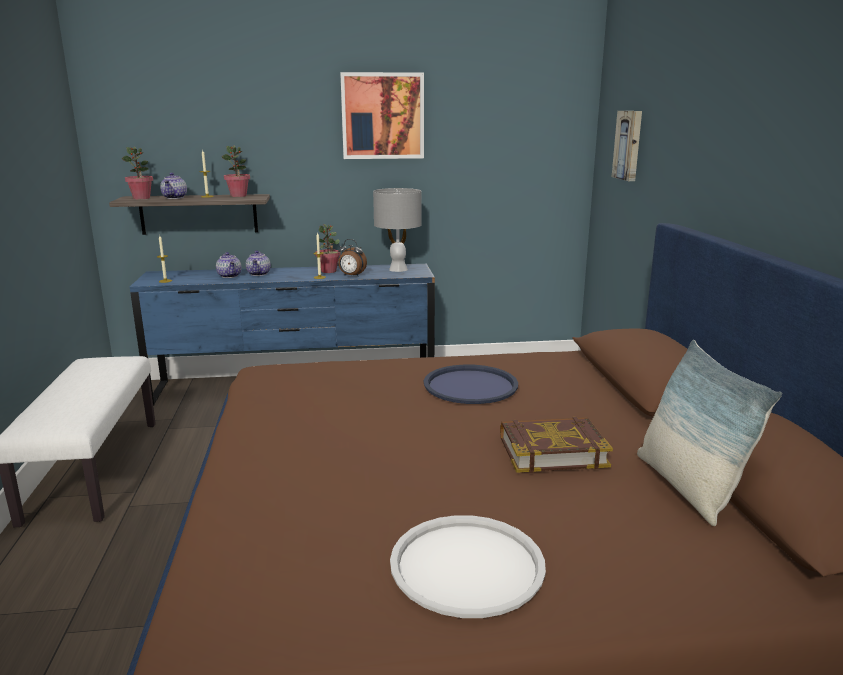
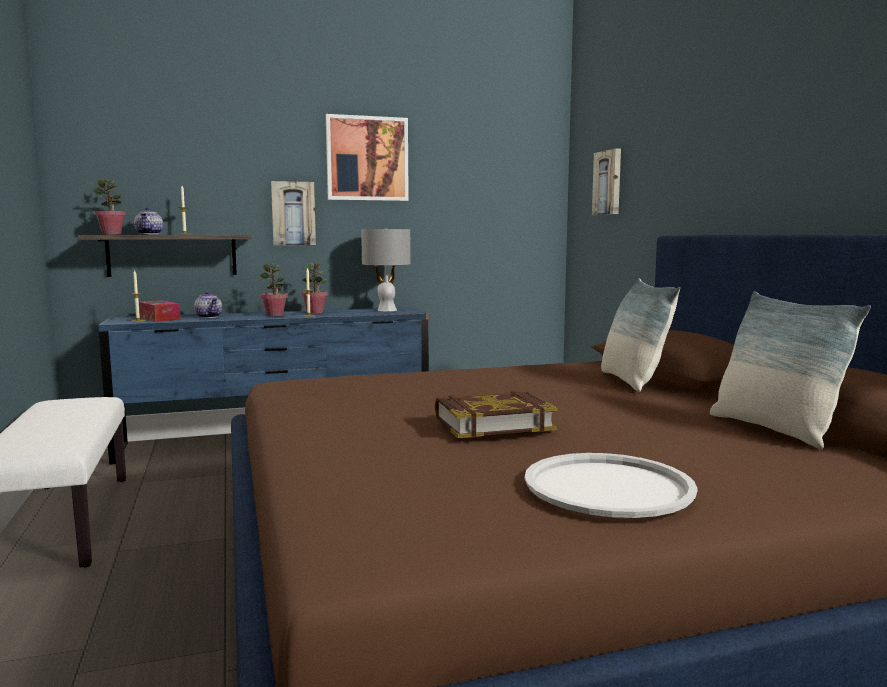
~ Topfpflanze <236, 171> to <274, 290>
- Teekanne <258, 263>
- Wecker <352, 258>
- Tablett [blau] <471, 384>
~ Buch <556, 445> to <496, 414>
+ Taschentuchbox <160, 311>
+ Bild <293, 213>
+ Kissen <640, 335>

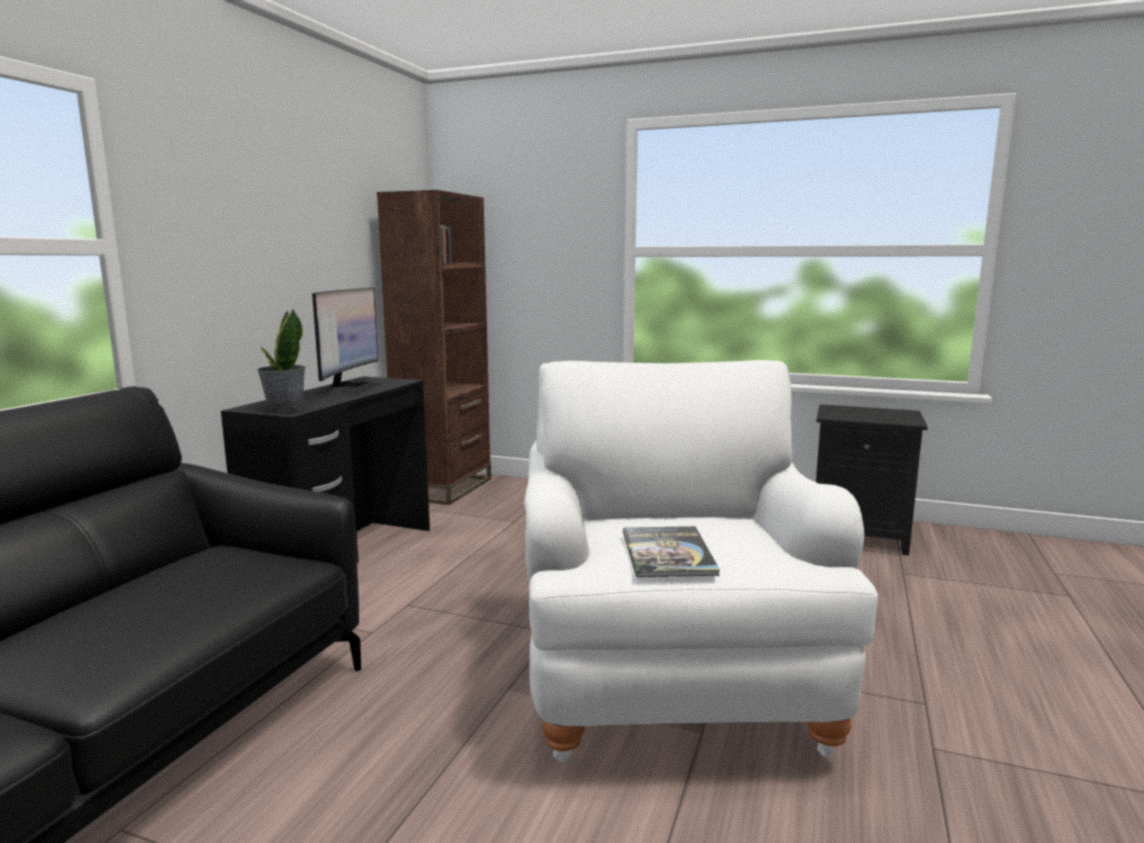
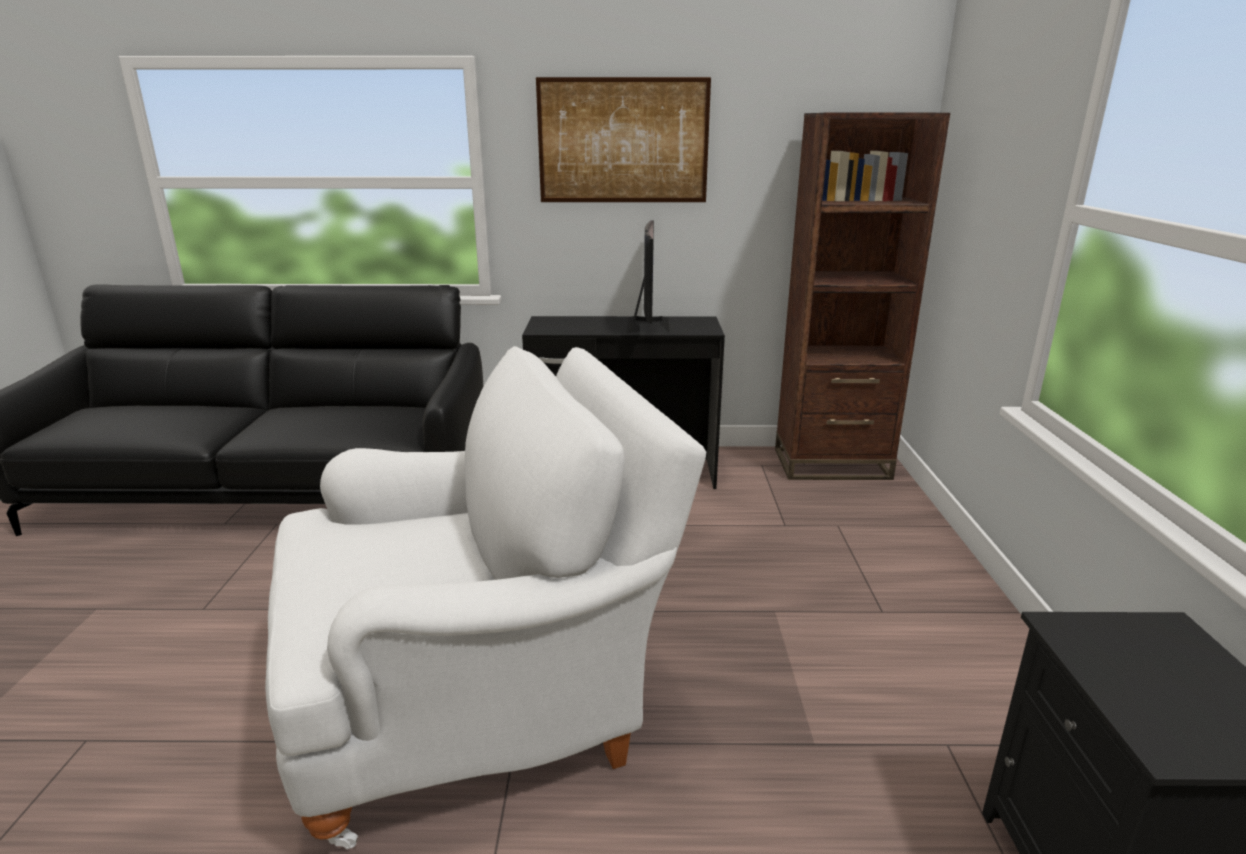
- Topfpflanze <281, 360>
~ Monitor <347, 342> = <648, 277> 75 degrees counterclockwise
- Buch <671, 551>
+ Bild <623, 139>

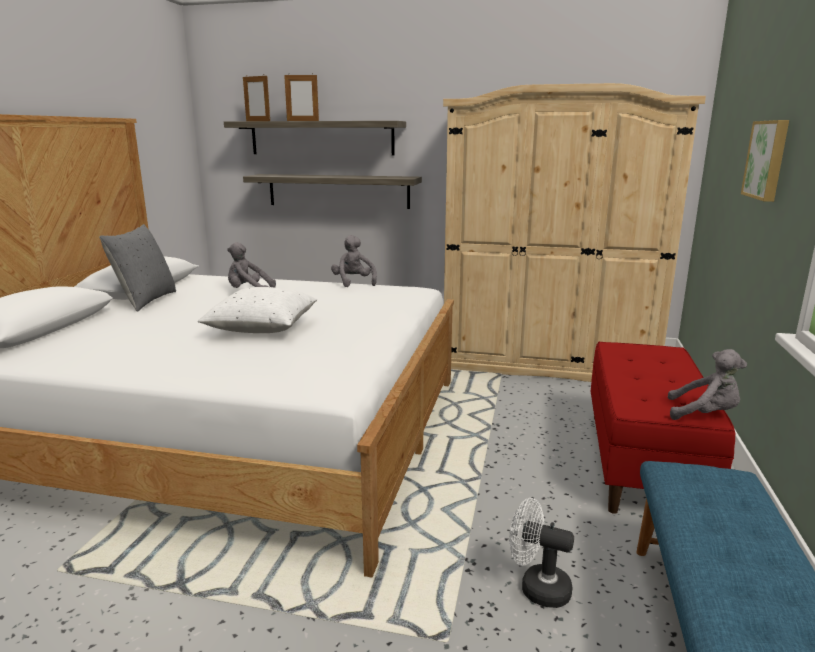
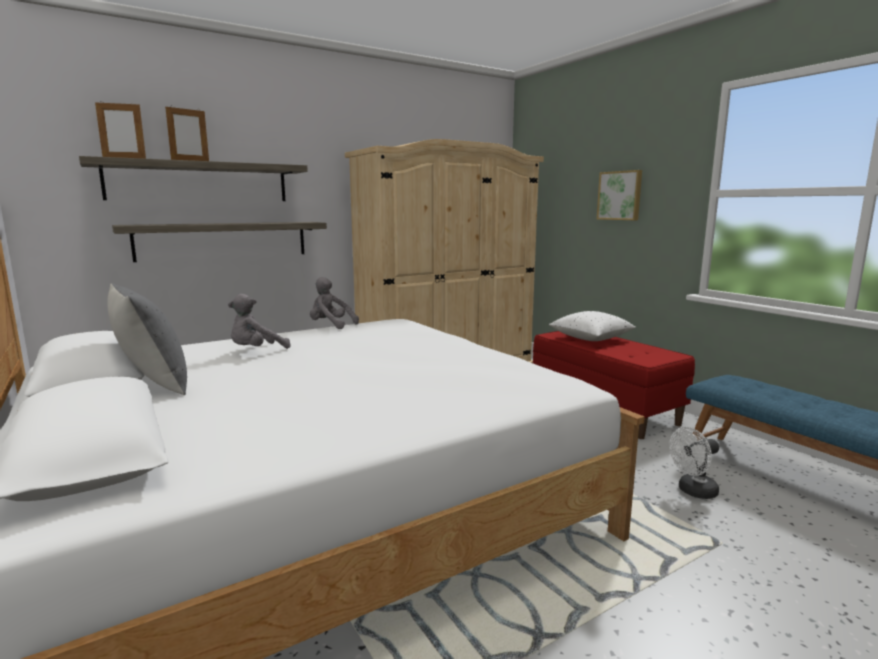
~ Kissen [weiß] <257, 310> to <592, 326>
- Plüschtier [grau] <707, 384>

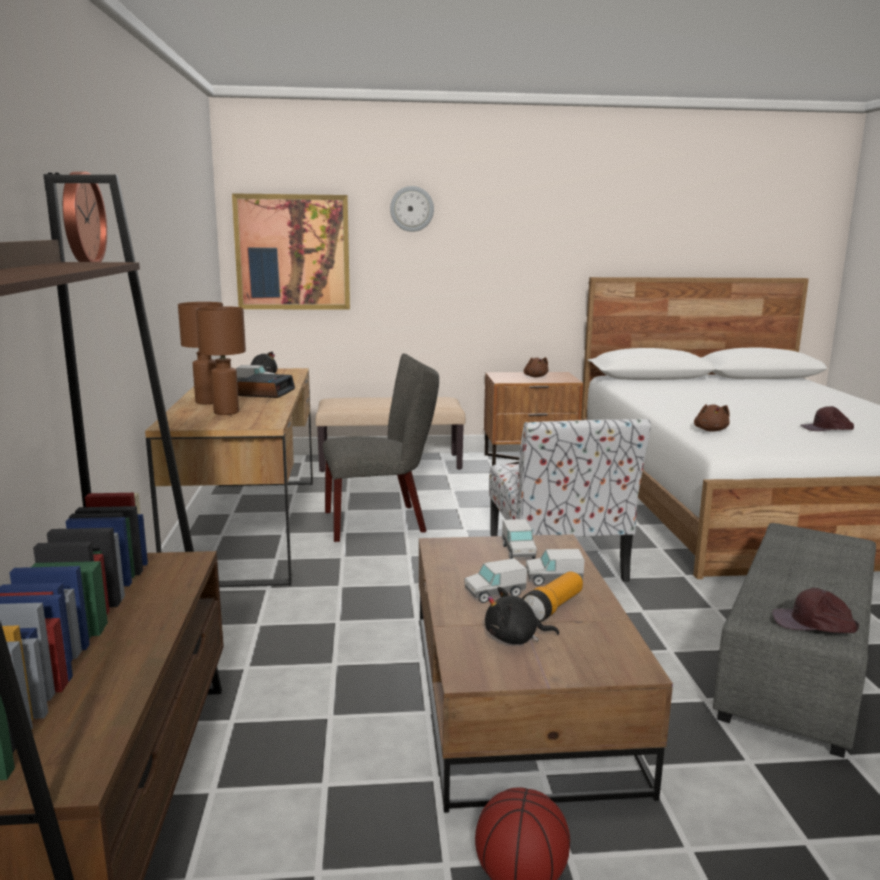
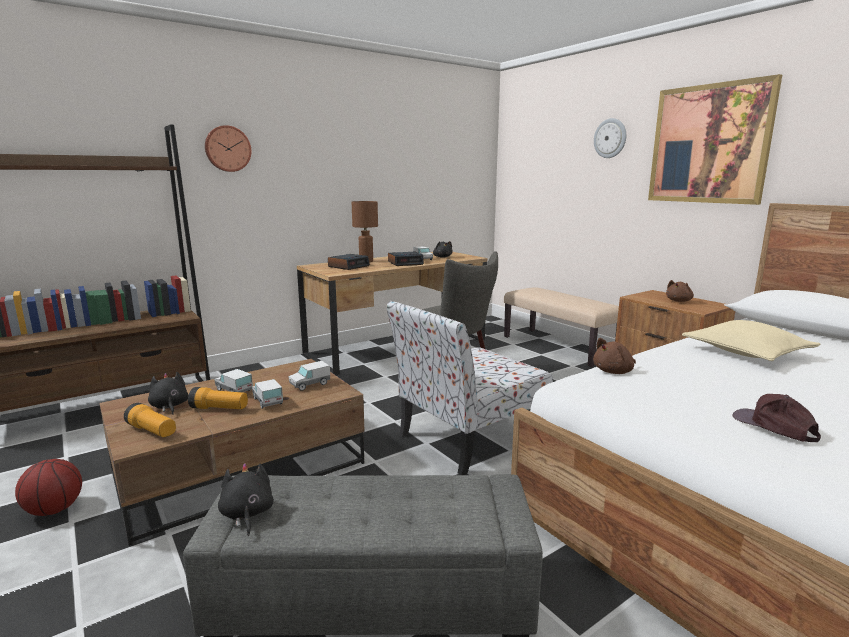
~ Tischlampe [braun] <221, 360> to Wecker <349, 262>
~ Bild <291, 251> to <715, 139>
~ Kappe [braun] <815, 610> to Plüschtier [schwarz] <246, 499>
+ Taschenlampe <150, 420>
+ Kissen [beige] <751, 340>

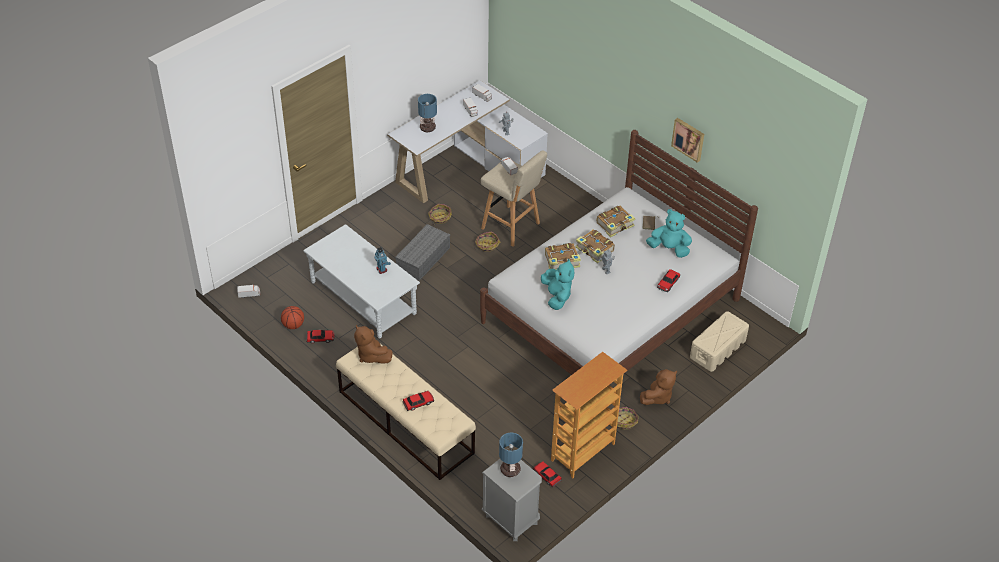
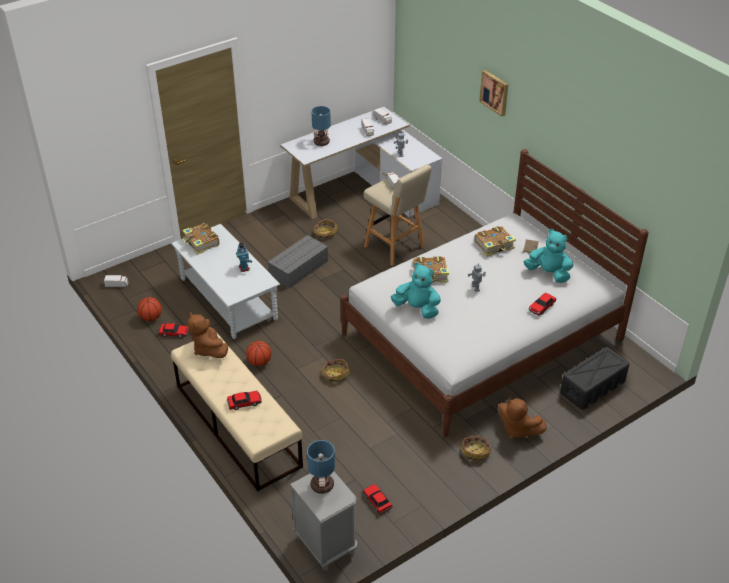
~ Korb <487, 241> to <335, 370>
~ Plüschtier [türkis] <557, 284> = <416, 291> 60 degrees counterclockwise
- Bücherregal <589, 415>
~ Buch <595, 246> to <200, 239>
~ Plüschtier [braun] <658, 387> = <522, 418> 75 degrees clockwise
~ Bild <687, 140> to <493, 93>
~ Aufbewahrungsbox [beige] <719, 341> to Aufbewahrungsbox [schwarz] <594, 378>
+ Basketball <258, 353>

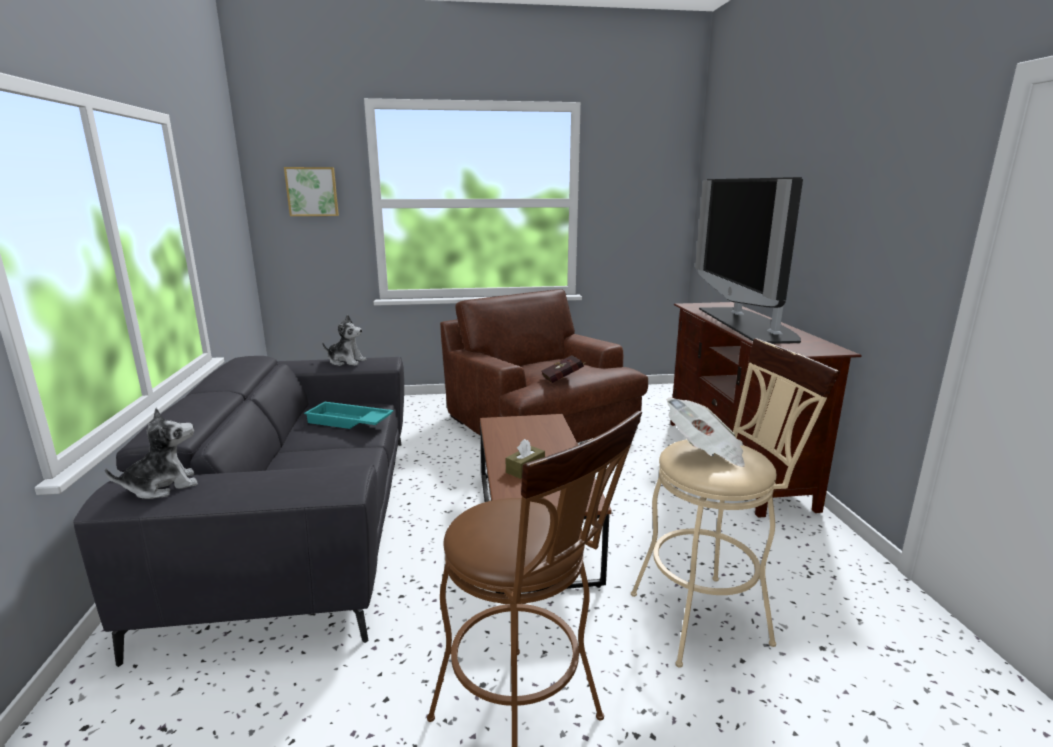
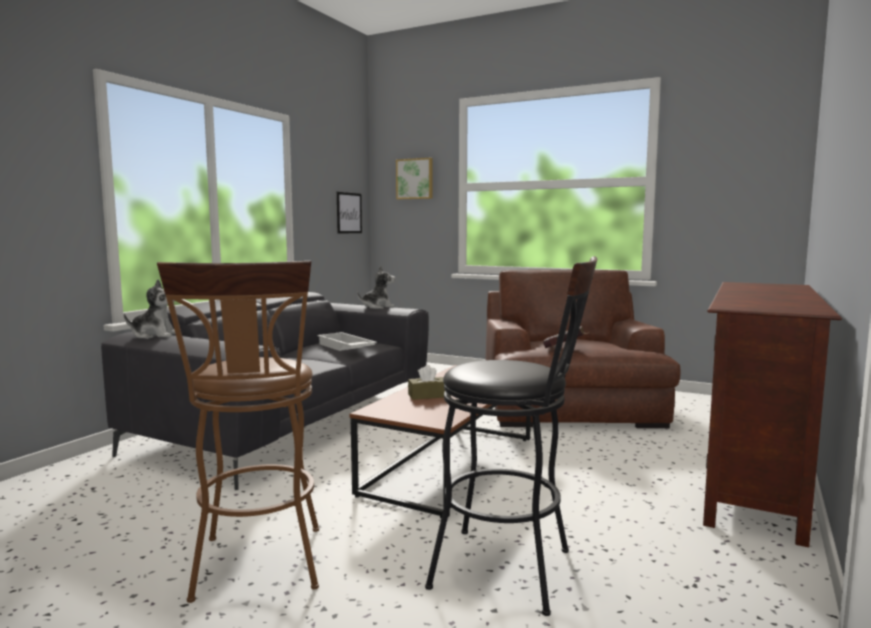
~ Tablett [türkis] <349, 415> to Tablett [weiß] <347, 341>
~ Plüschtier <344, 340> = <376, 287> 75 degrees counterclockwise
~ Hocker [beige] <735, 503> to Hocker [schwarz] <511, 436>
- Zeitung <706, 432>
- Fernseher <749, 260>
+ Bild <349, 212>

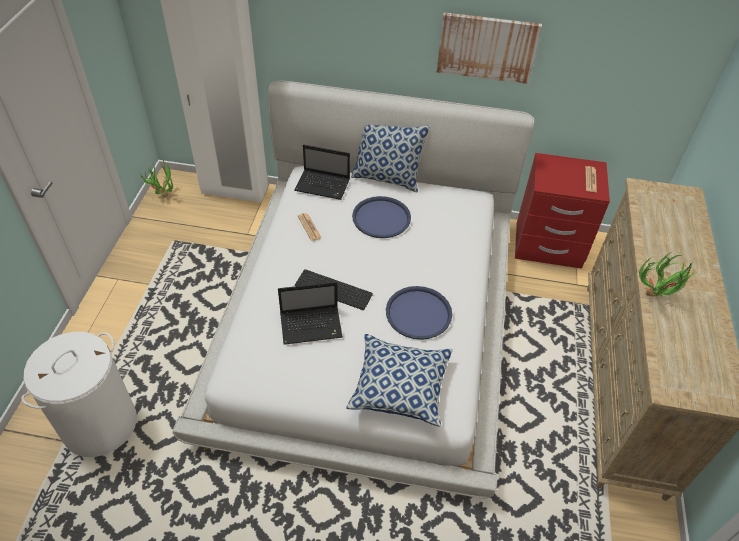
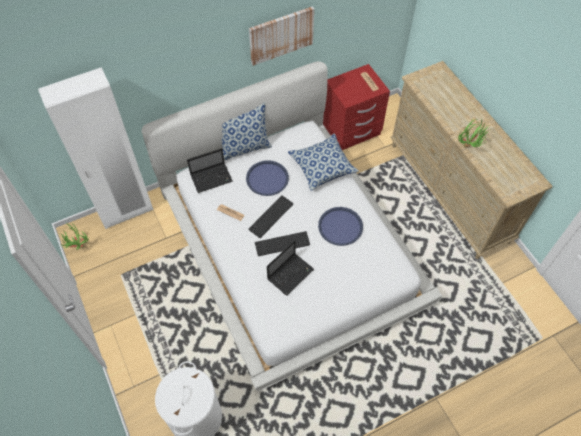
~ Kissen <399, 380> to <323, 162>
+ Tastatur <271, 216>

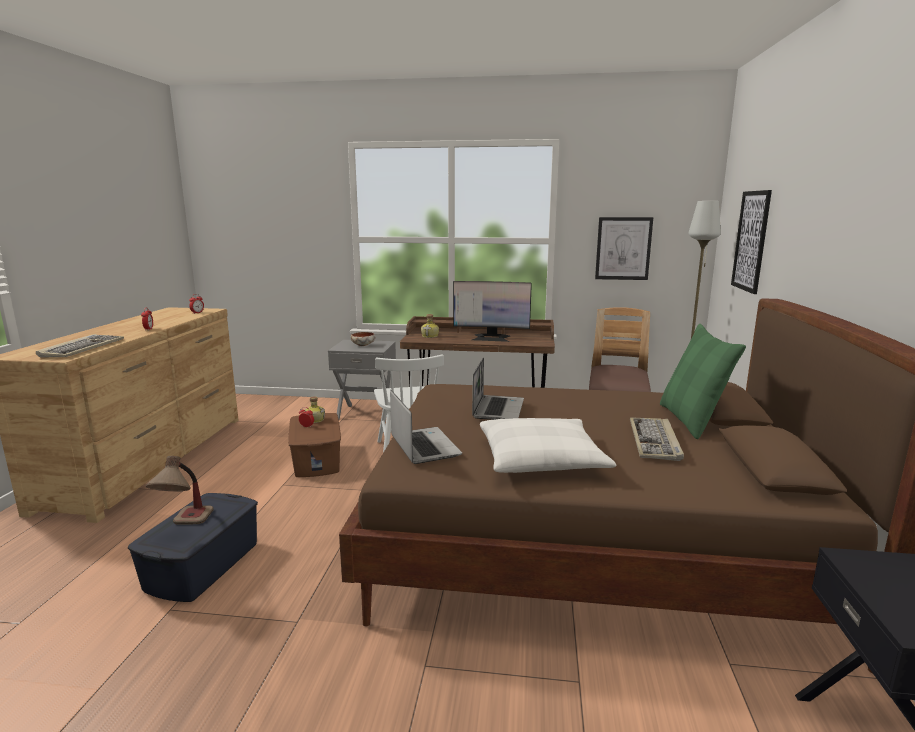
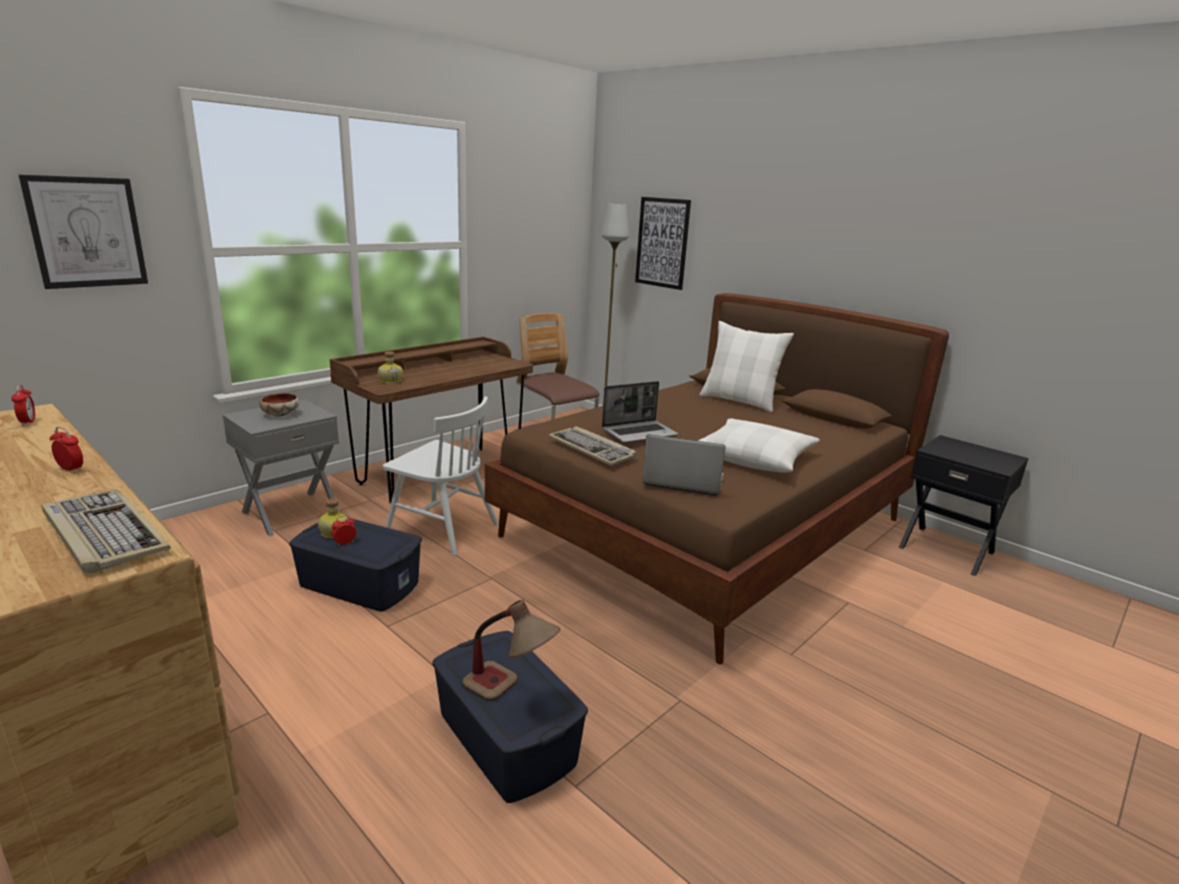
~ Aufbewahrungsbox [braun] <314, 445> to Aufbewahrungsbox [blau] <355, 565>
- Monitor <492, 311>
~ Laptop <498, 389> = <640, 412> 105 degrees clockwise
~ Bild <624, 248> to <83, 232>
~ Tastatur <657, 439> to <592, 446>
~ Kissen [grün] <703, 381> to Kissen [weiß] <746, 367>

